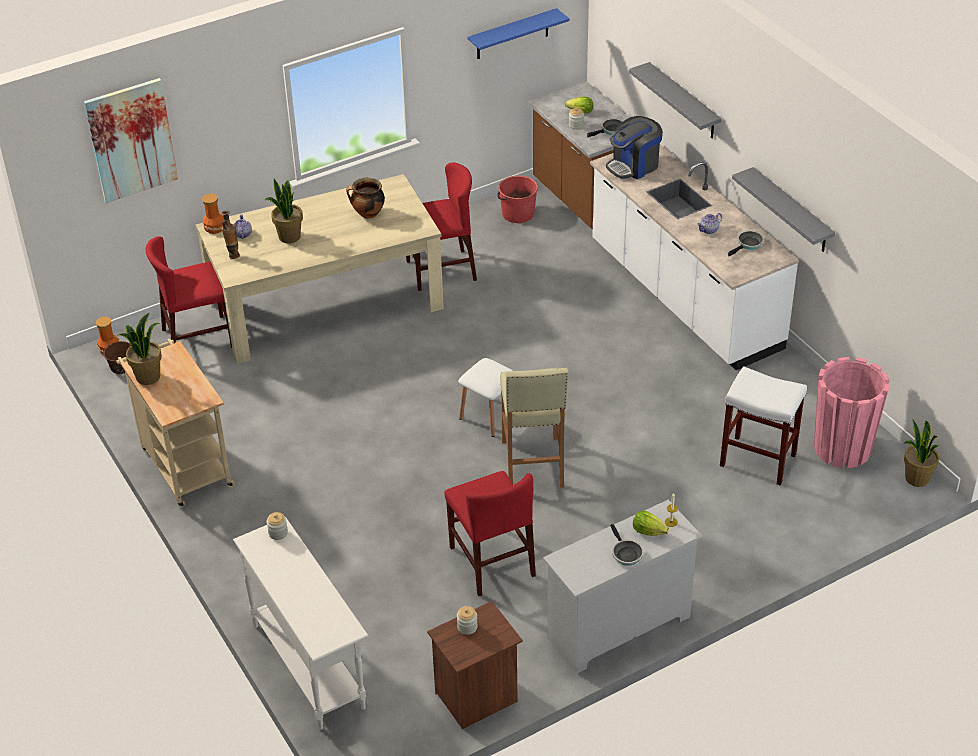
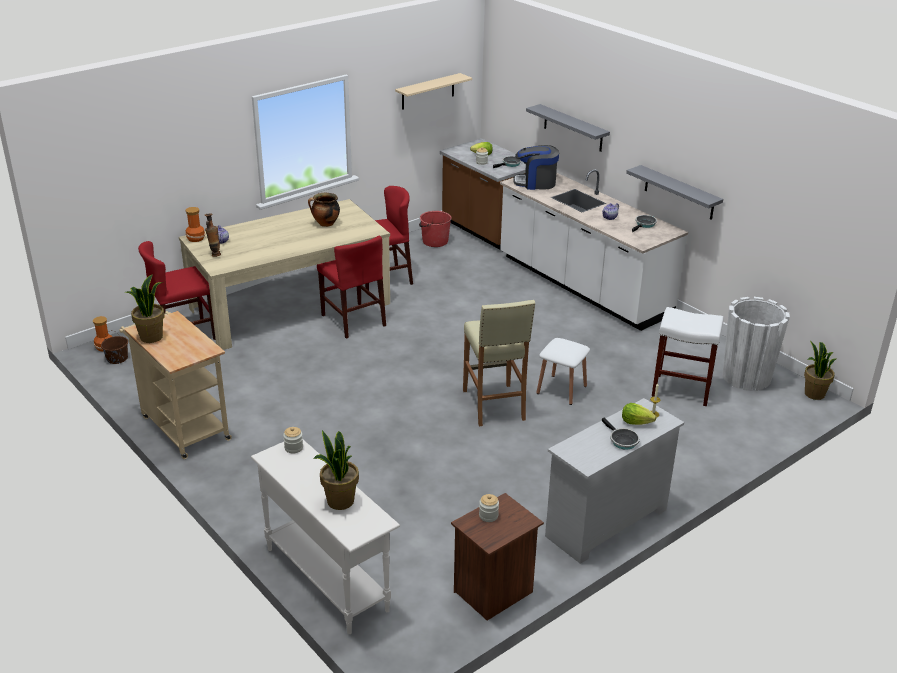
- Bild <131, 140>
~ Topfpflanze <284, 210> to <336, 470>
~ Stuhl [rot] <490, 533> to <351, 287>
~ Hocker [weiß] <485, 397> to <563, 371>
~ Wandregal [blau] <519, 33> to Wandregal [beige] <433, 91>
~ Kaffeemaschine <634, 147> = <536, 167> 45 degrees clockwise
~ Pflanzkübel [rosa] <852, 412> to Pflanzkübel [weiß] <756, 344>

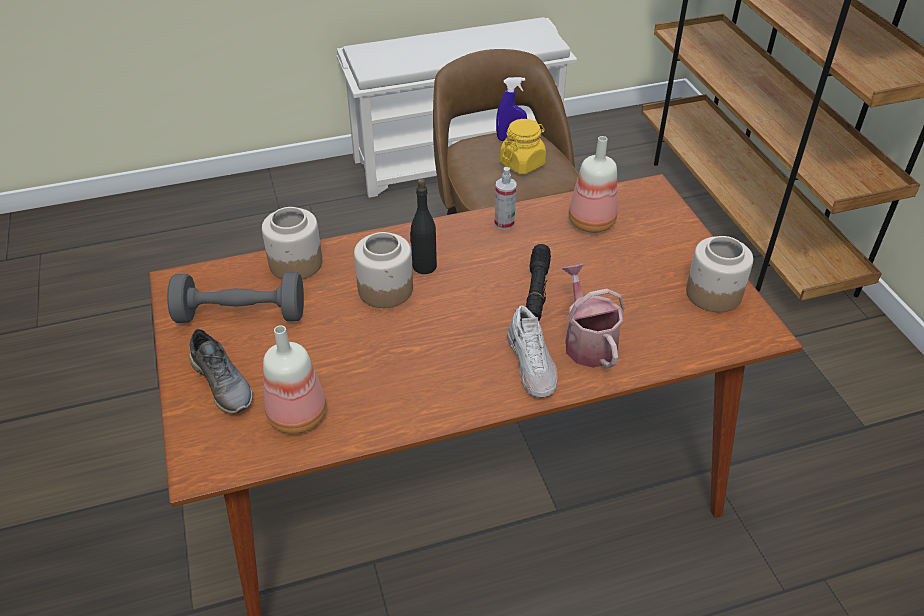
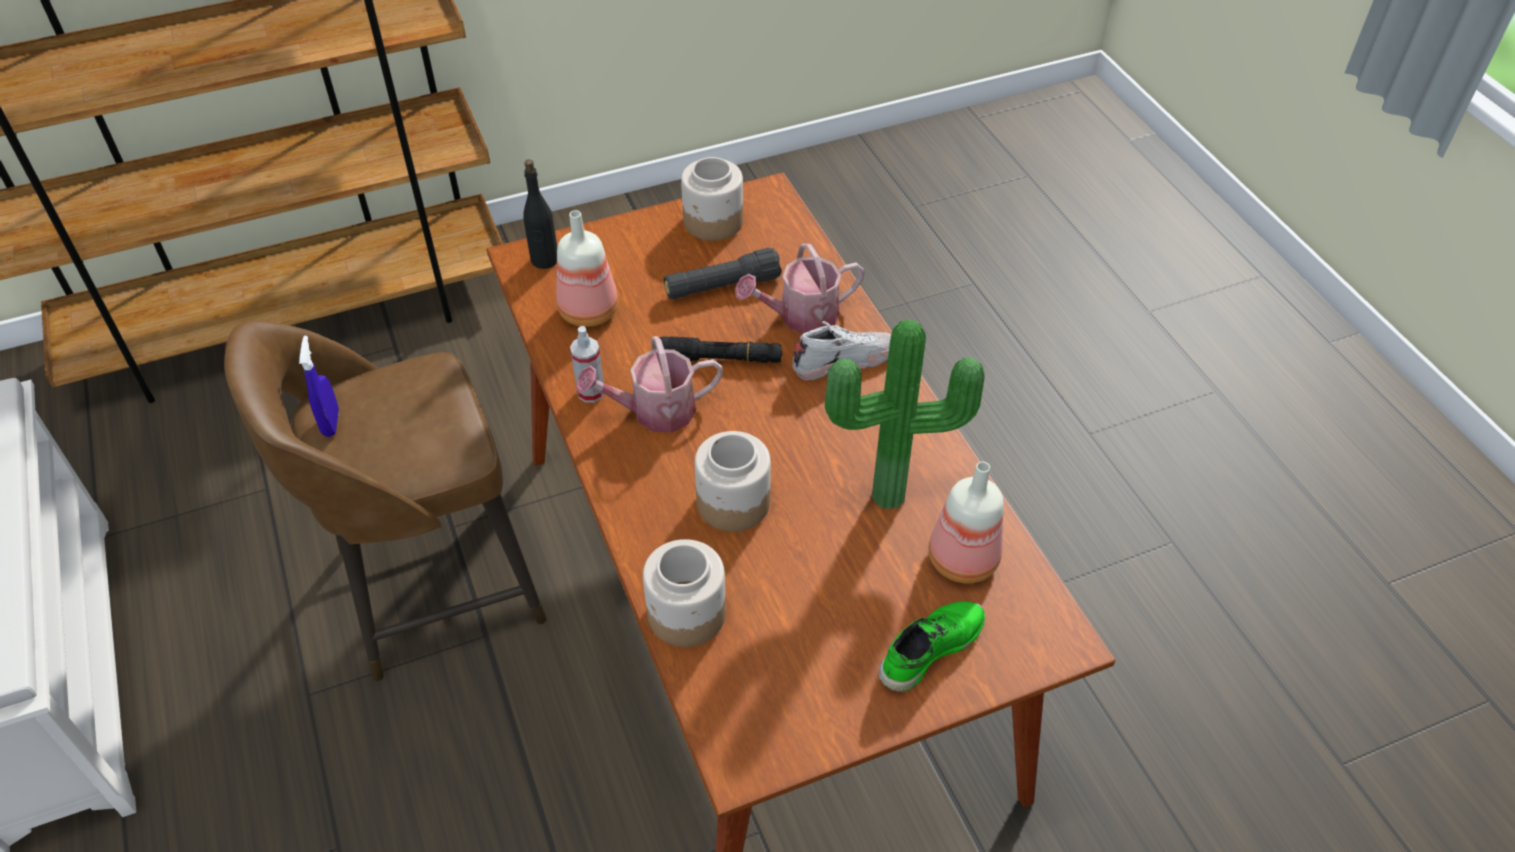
- Hantel [grau] <235, 297>
~ Schuh [grau] <221, 371> to Schuh [grün] <931, 646>
~ Flasche [schwarz] <423, 226> to <540, 214>
- Vorratsglas [gelb] <523, 146>
+ Gießkanne <649, 384>
+ Taschenlampe [schwarz] <723, 273>
+ Topfpflanze <905, 414>

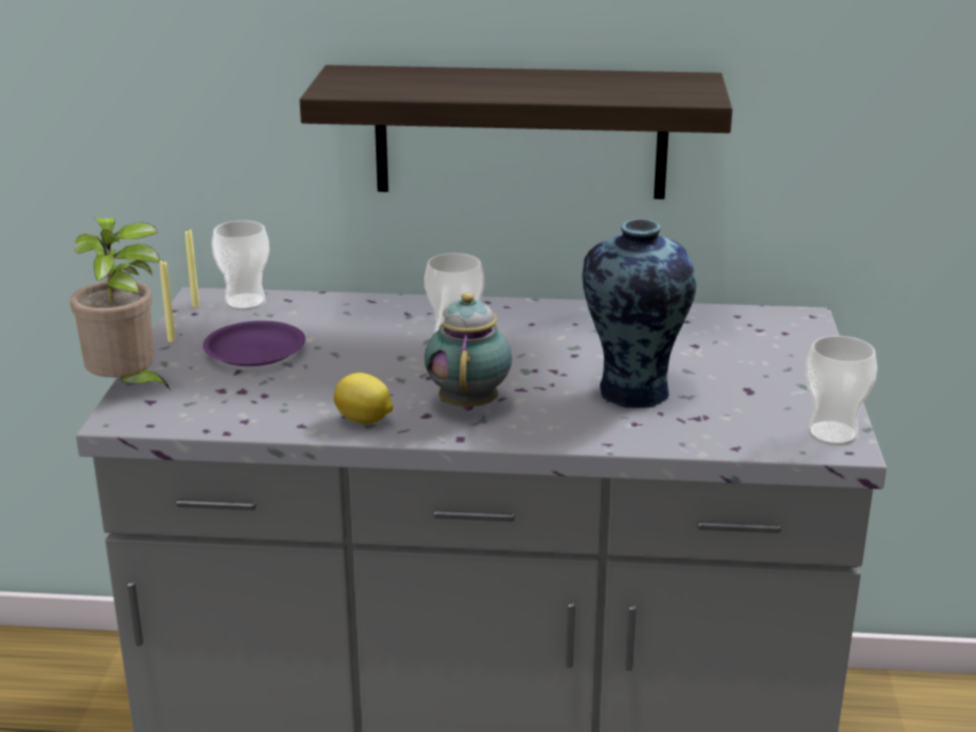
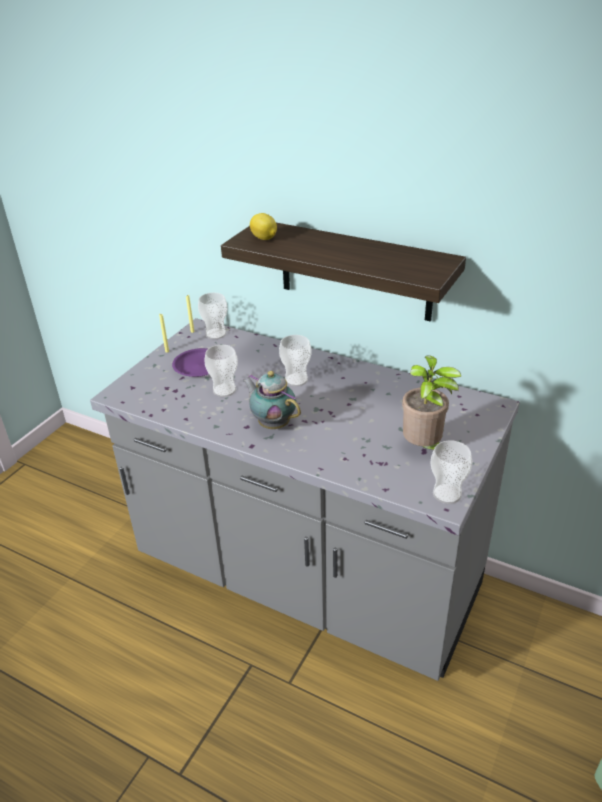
~ Topfpflanze <120, 304> to <431, 402>
~ Zitrone <363, 398> to <263, 226>
~ Teekanne <468, 352> = <271, 400> 75 degrees counterclockwise
- Vase <639, 313>
+ Tasse <221, 371>

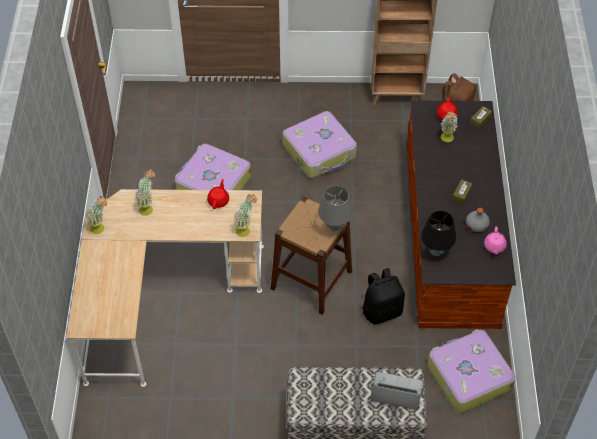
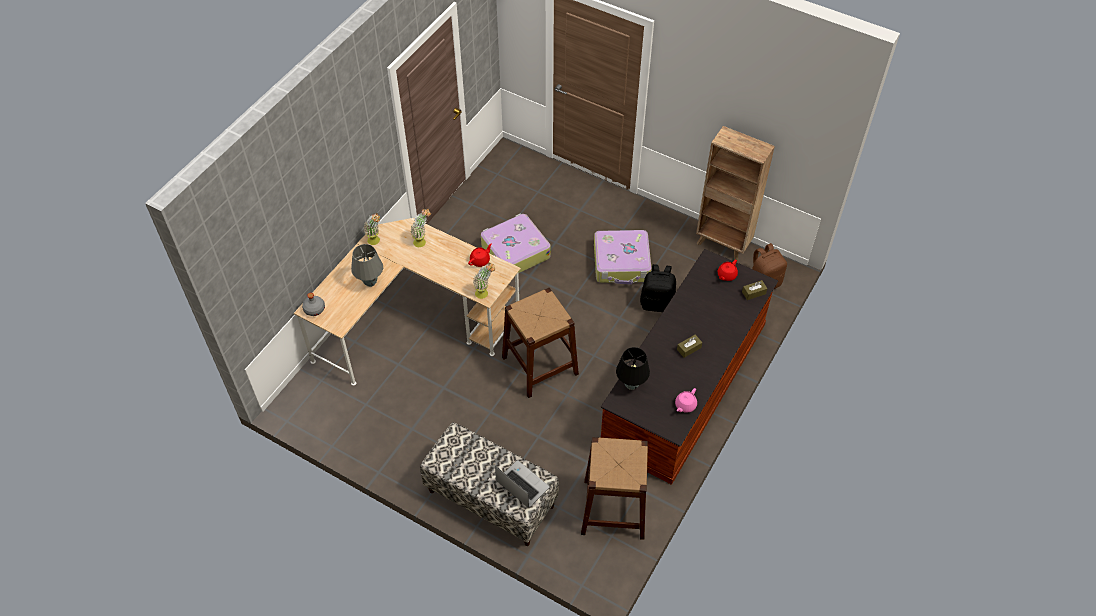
~ Tischlampe [grau] <335, 209> to <367, 265>
~ Rucksack [schwarz] <383, 296> to <658, 288>
~ Koffer <472, 371> to Hocker [braun] <614, 488>
- Topfpflanze <449, 126>
~ Flasche [grau] <478, 220> to <313, 304>

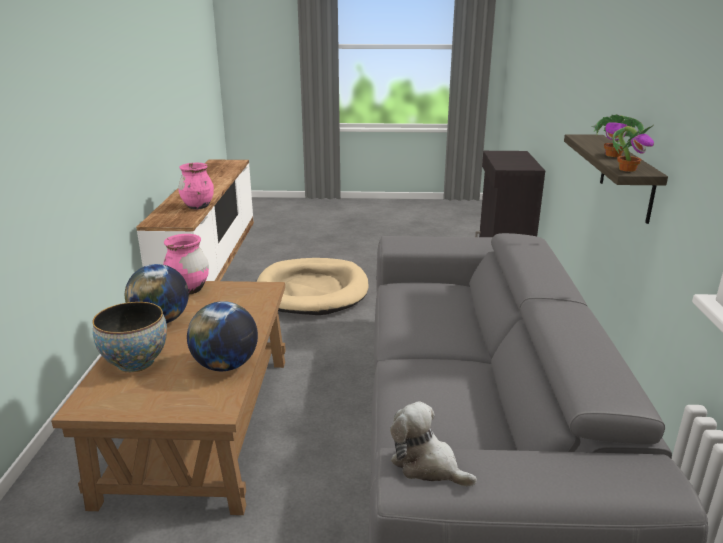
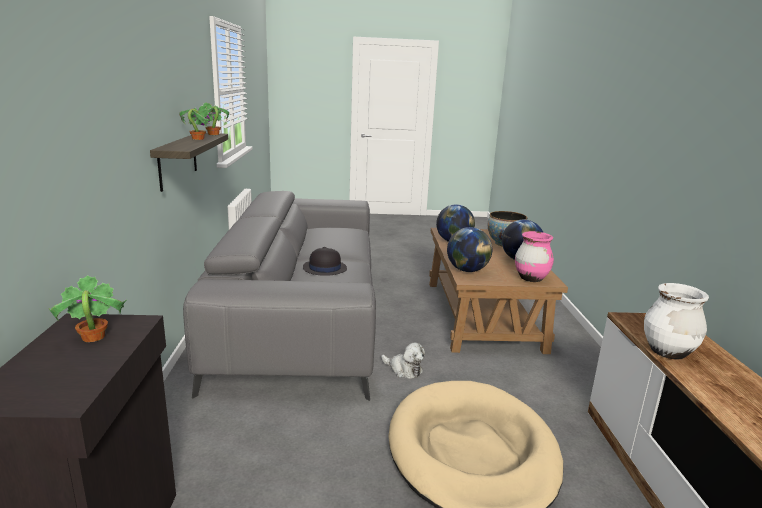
~ Vase [rosa] <196, 186> to Vase [weiß] <676, 321>
~ Plüschtier <433, 444> to <403, 360>
+ Topfpflanze <88, 308>
+ Hut [schwarz] <325, 261>
+ Globus <469, 249>

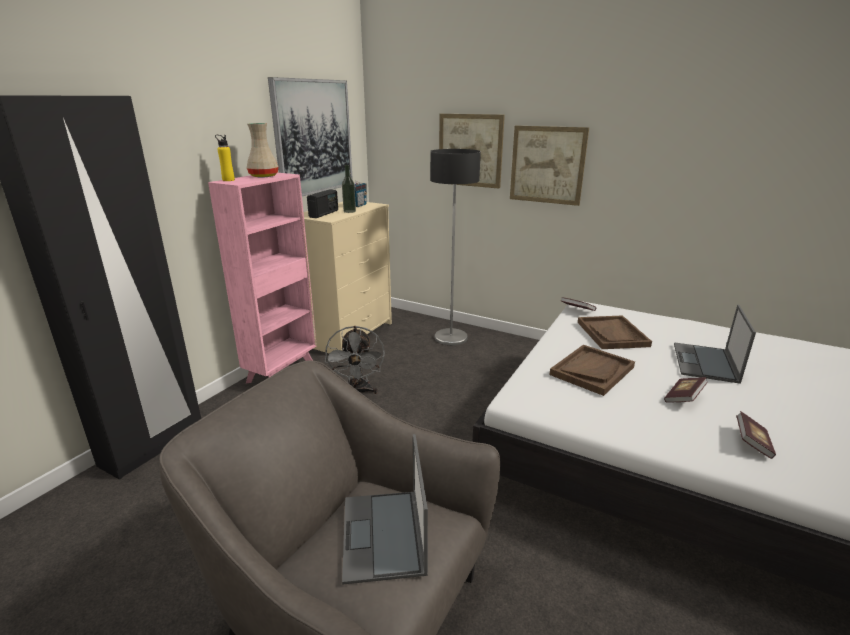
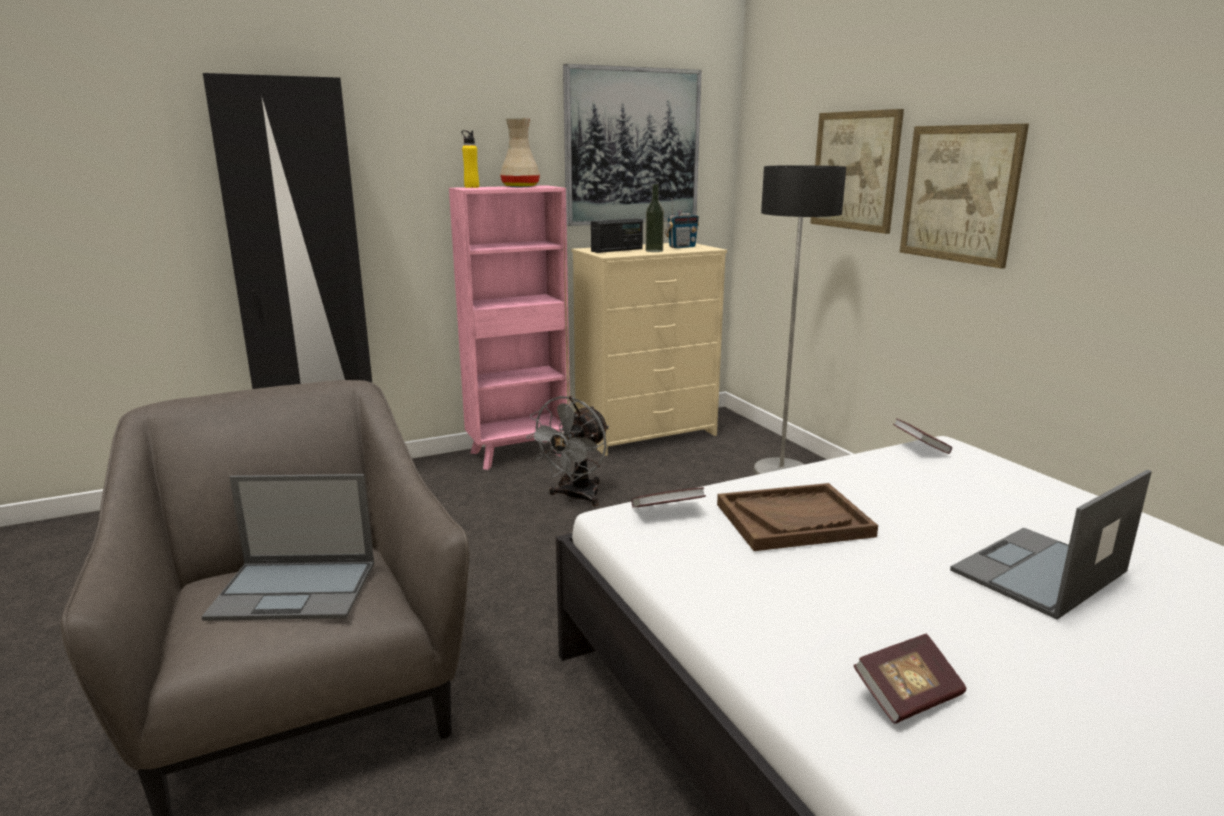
~ Laptop <385, 509> = <288, 547> 120 degrees counterclockwise
- Tablett [braun] <615, 332>
~ Buch <686, 389> to <668, 497>

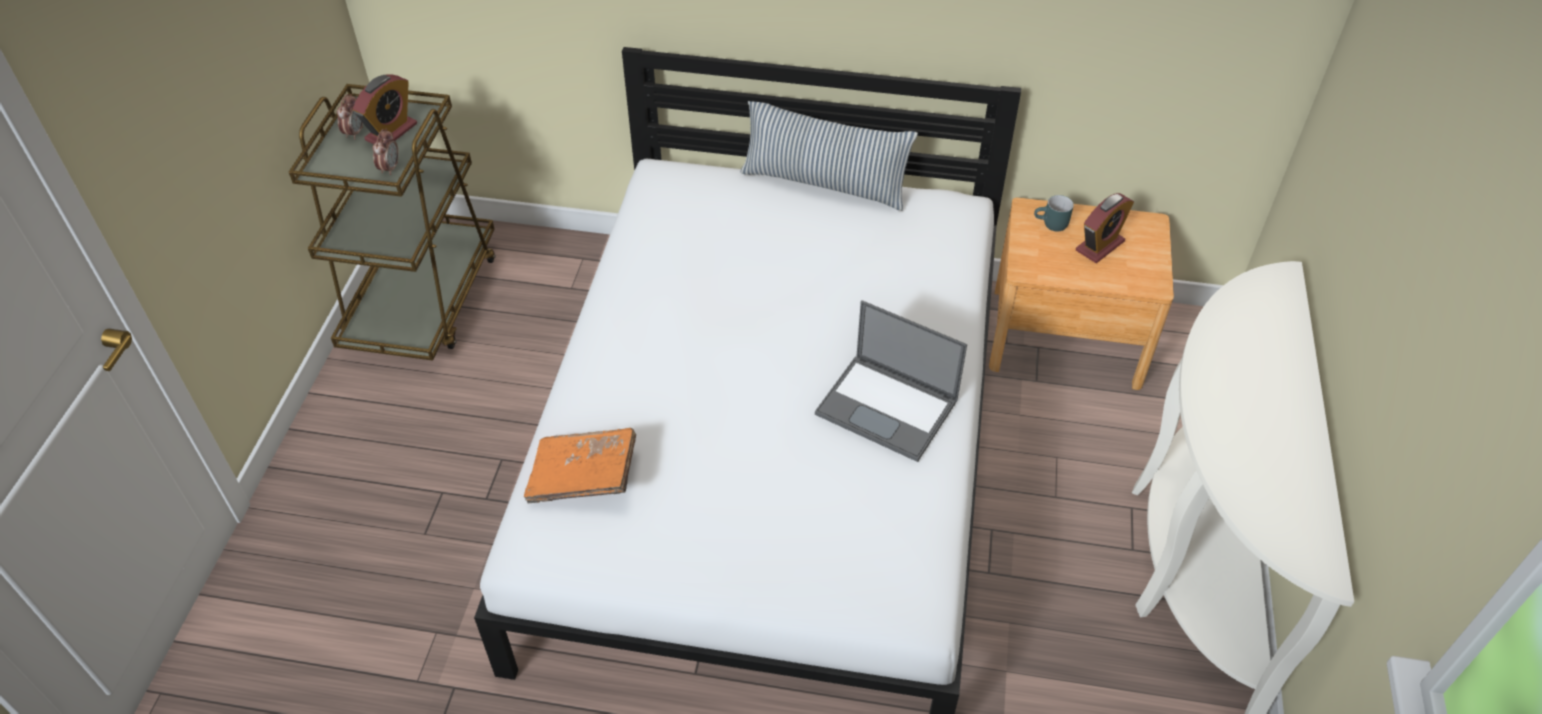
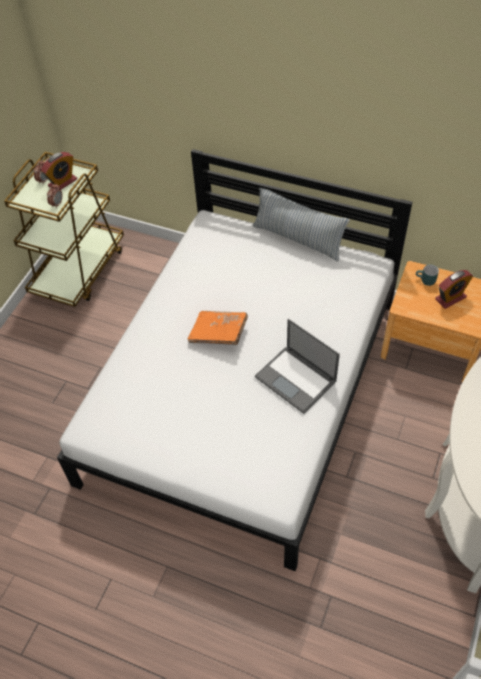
~ Buch [orange] <580, 465> to <218, 328>

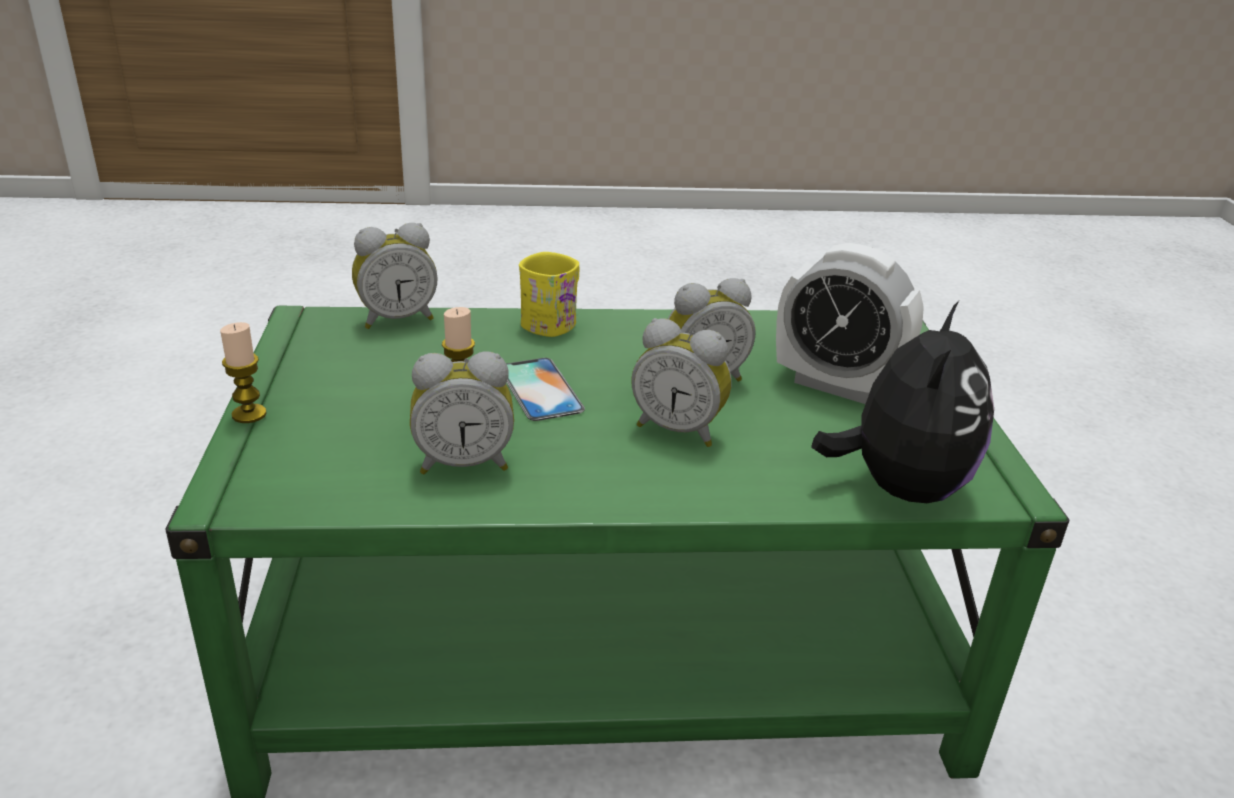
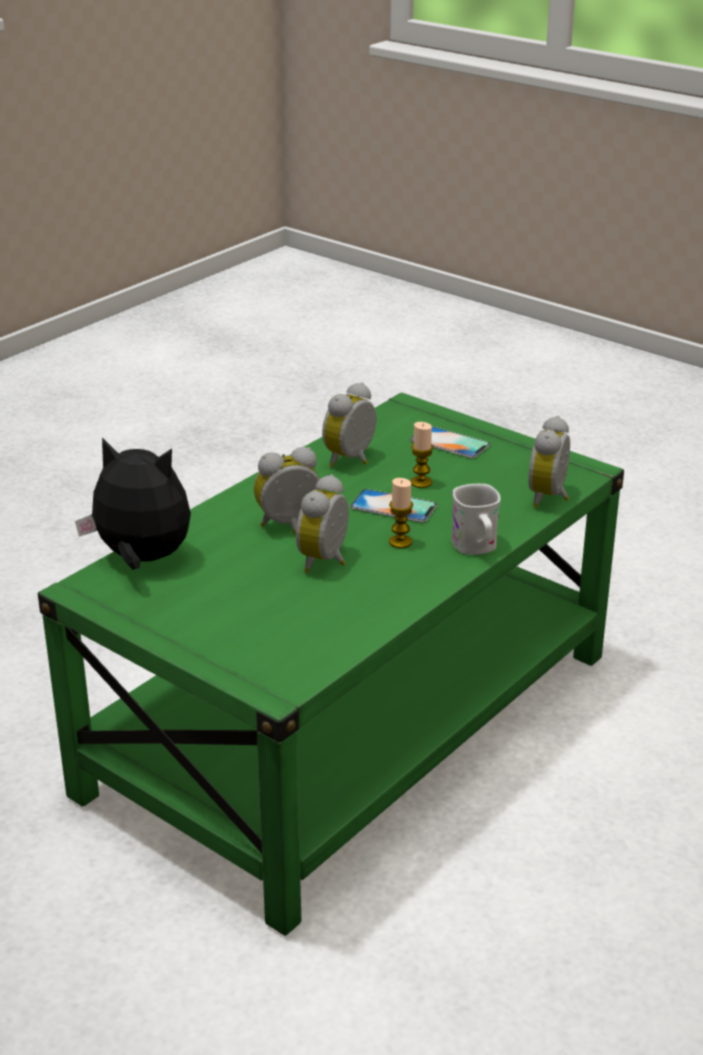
~ Kerze <243, 372> to <401, 513>
~ Henkelbecher [gelb] <549, 294> to Henkelbecher [weiß] <476, 519>
- Wecker <850, 323>
~ Plüschtier <902, 402> = <133, 503> 135 degrees clockwise
+ Handy <450, 442>

